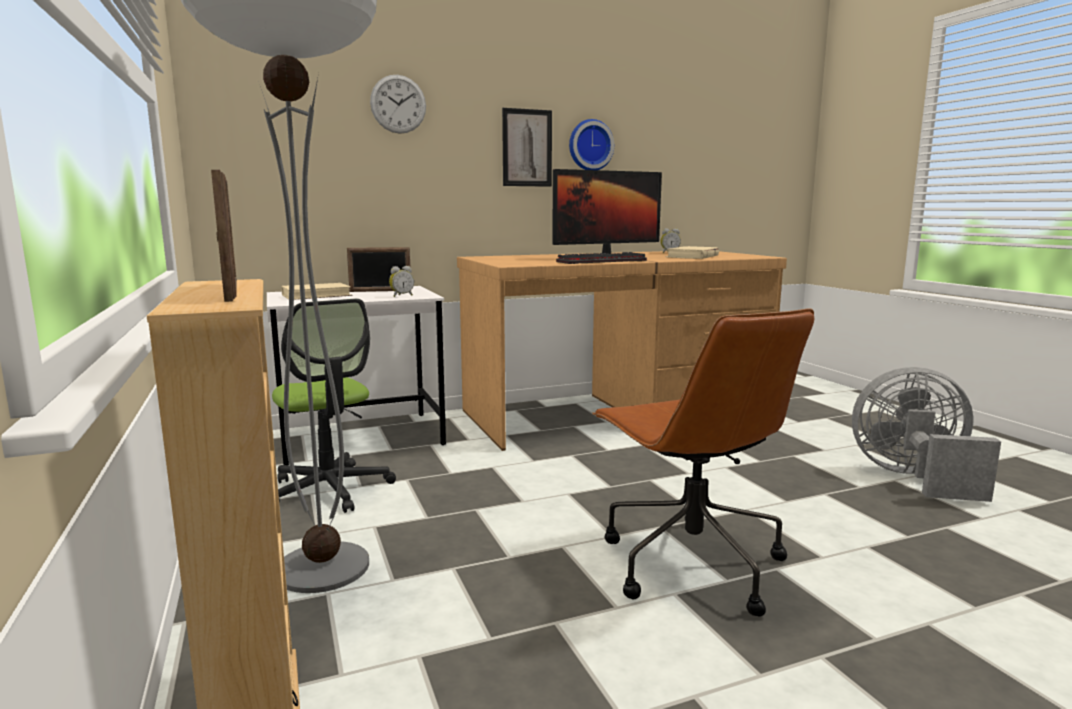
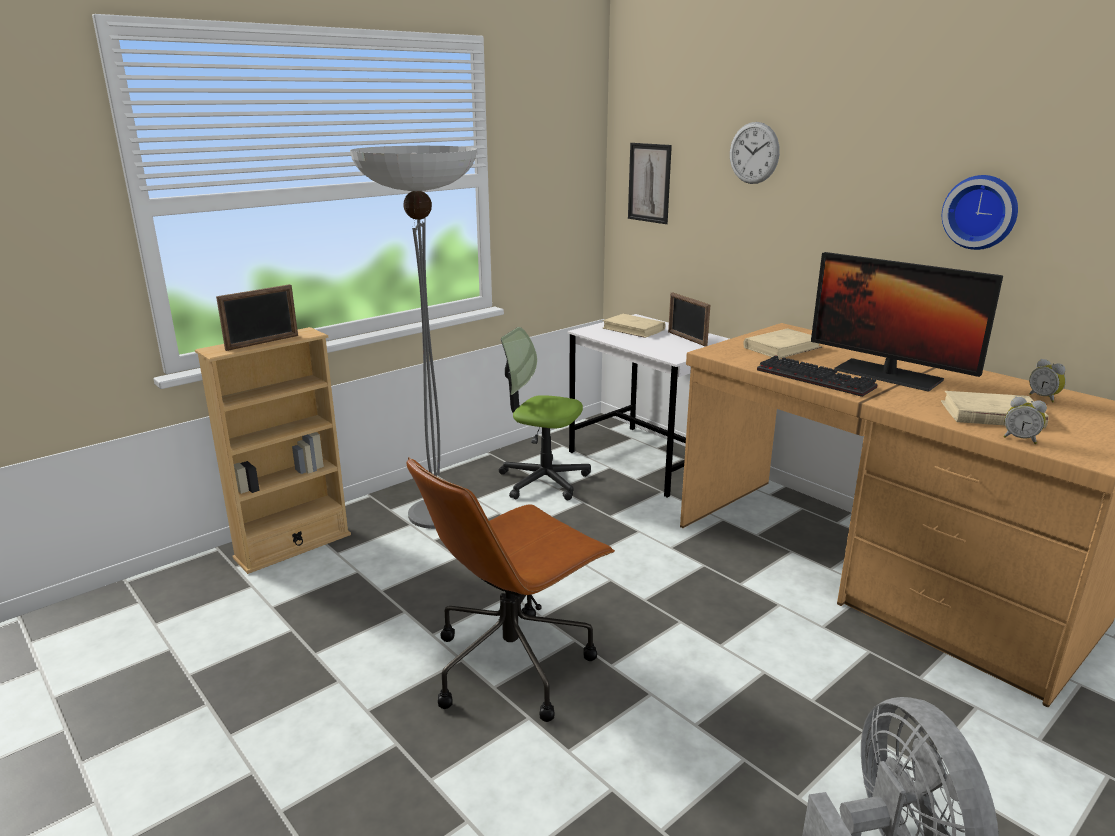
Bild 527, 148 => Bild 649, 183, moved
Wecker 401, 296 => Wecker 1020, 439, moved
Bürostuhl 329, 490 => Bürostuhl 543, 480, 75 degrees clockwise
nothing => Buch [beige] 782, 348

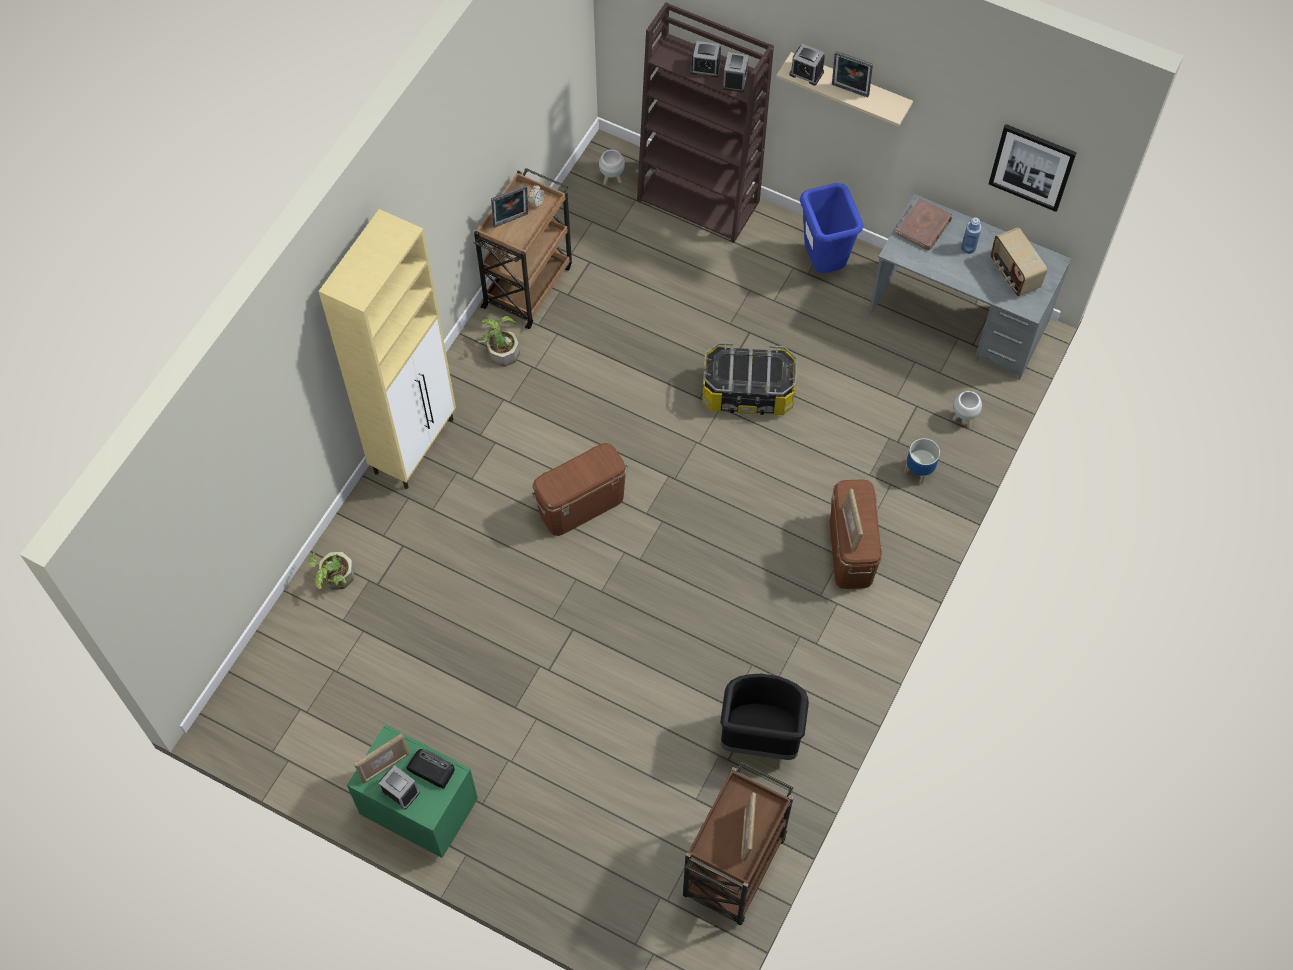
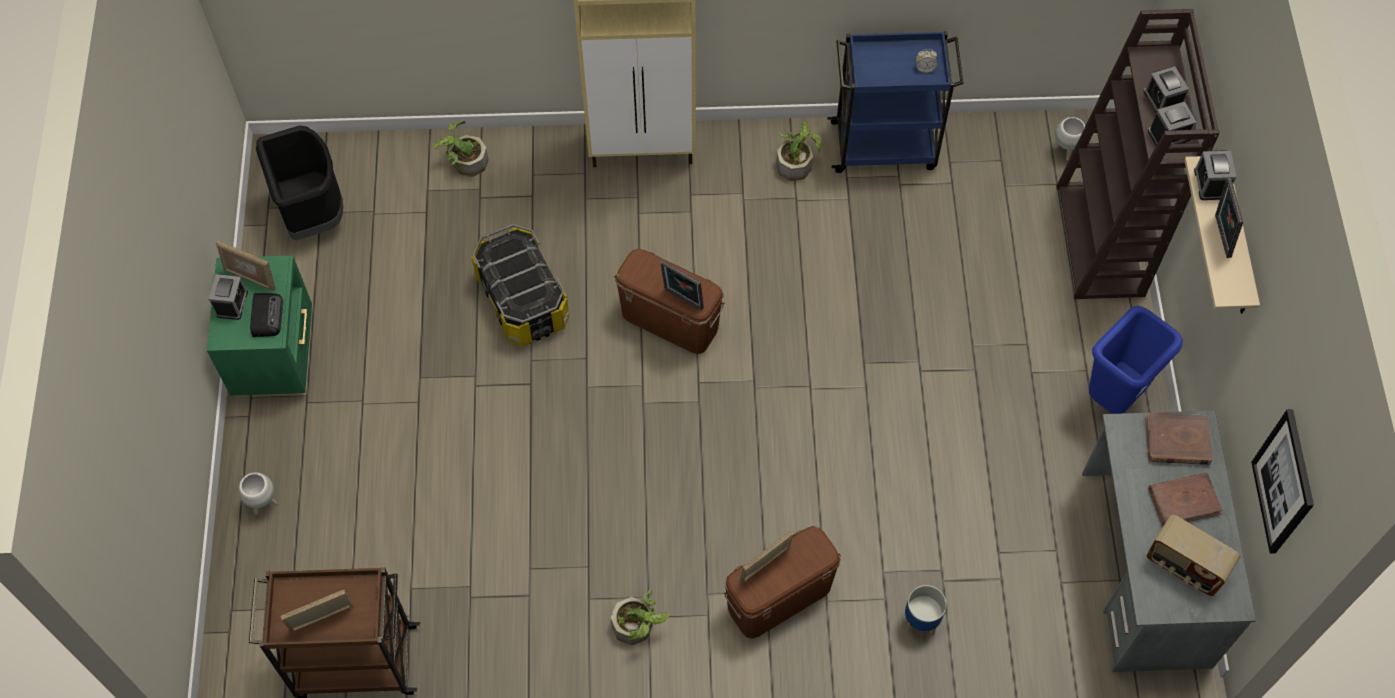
Rollwagen [braun] 528, 285 => Rollwagen [blau] 885, 145
Bilderrahmen 511, 221 => Bilderrahmen 682, 300, moved
Flasche [blau] 968, 247 => Buch [braun] 1184, 501
Radio 1013, 274 => Radio 1184, 566, 90 degrees counterclockwise
Aufbewahrungsbox 747, 393 => Aufbewahrungsbox 522, 300, moved
Pflanzkübel [weiß] 963, 419 => Pflanzkübel [weiß] 263, 503, moved
Mülleimer [schwarz] 759, 737 => Mülleimer [schwarz] 312, 213, moved
nothing => Topfpflanze 638, 627

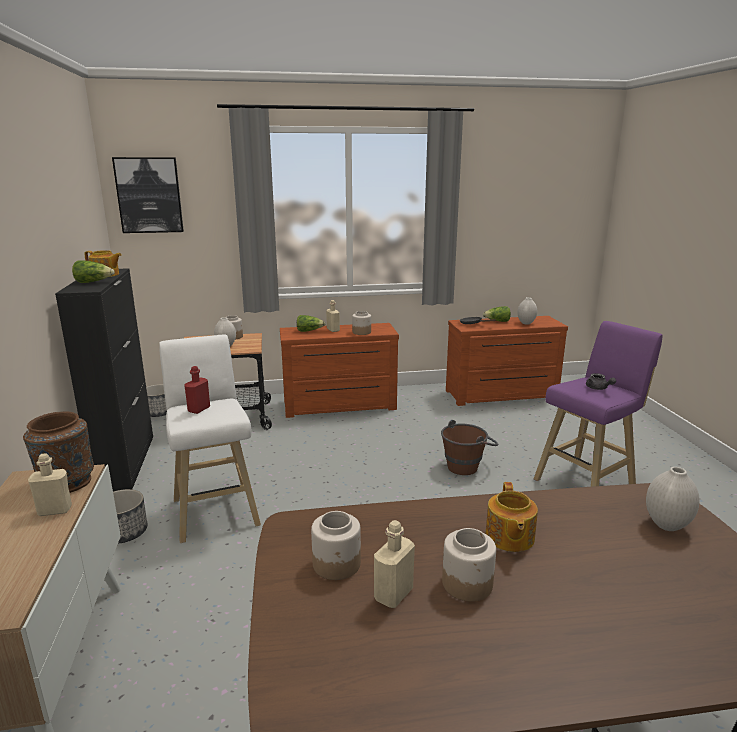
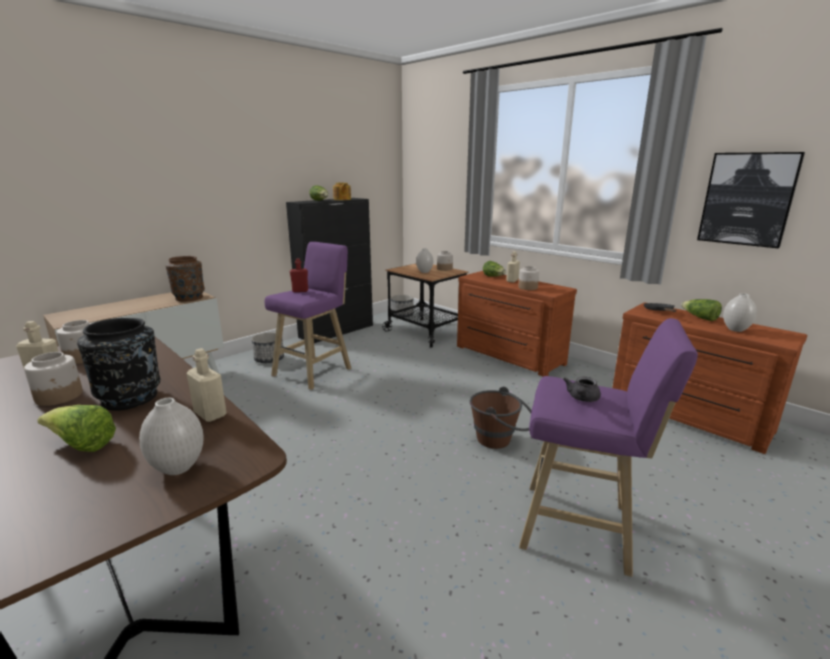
Bild 149, 195 => Bild 747, 199, moved
Hocker [weiß] 215, 509 => Hocker [lila] 315, 371
Flasche [beige] 55, 510 => Flasche [beige] 210, 414, moved
Teekanne 509, 537 => Vase [schwarz] 131, 398
nothing => Salatkopf 82, 445

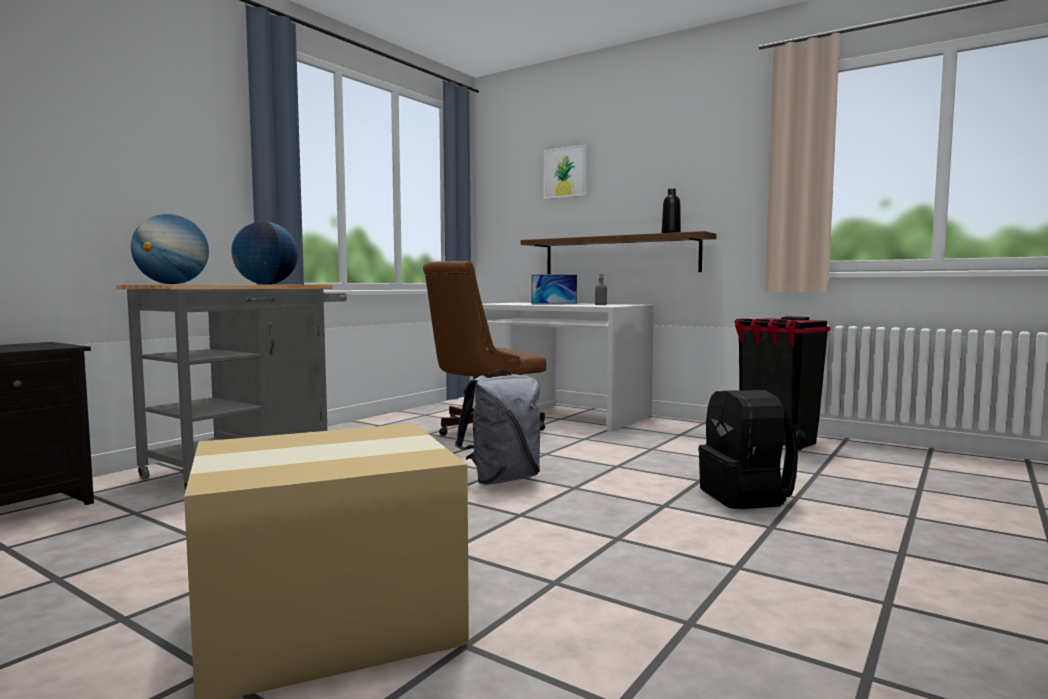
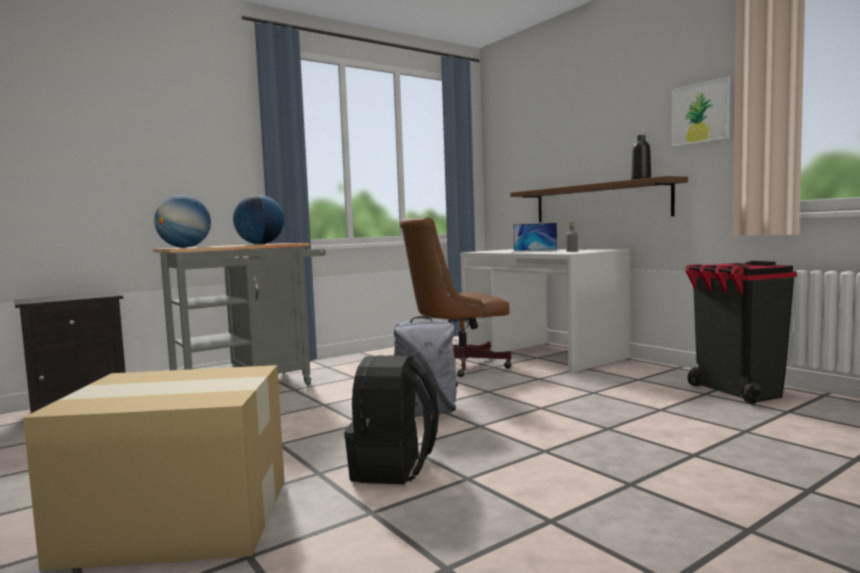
Bild 566, 172 => Bild 700, 113, moved
Rucksack [schwarz] 746, 497 => Rucksack [schwarz] 394, 469, moved

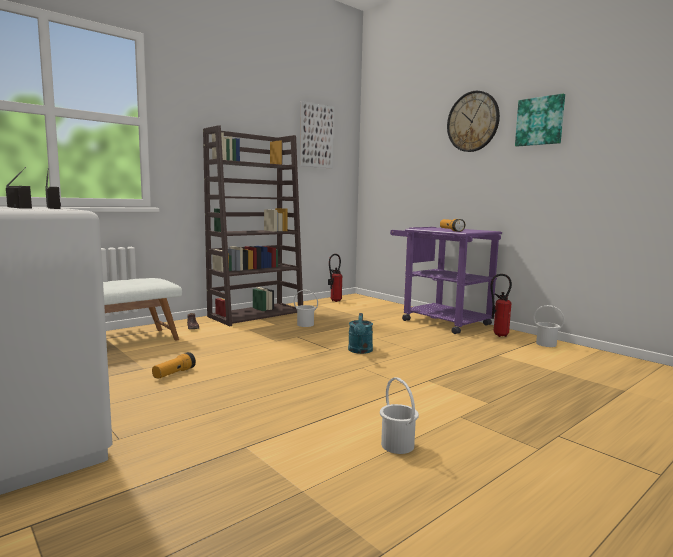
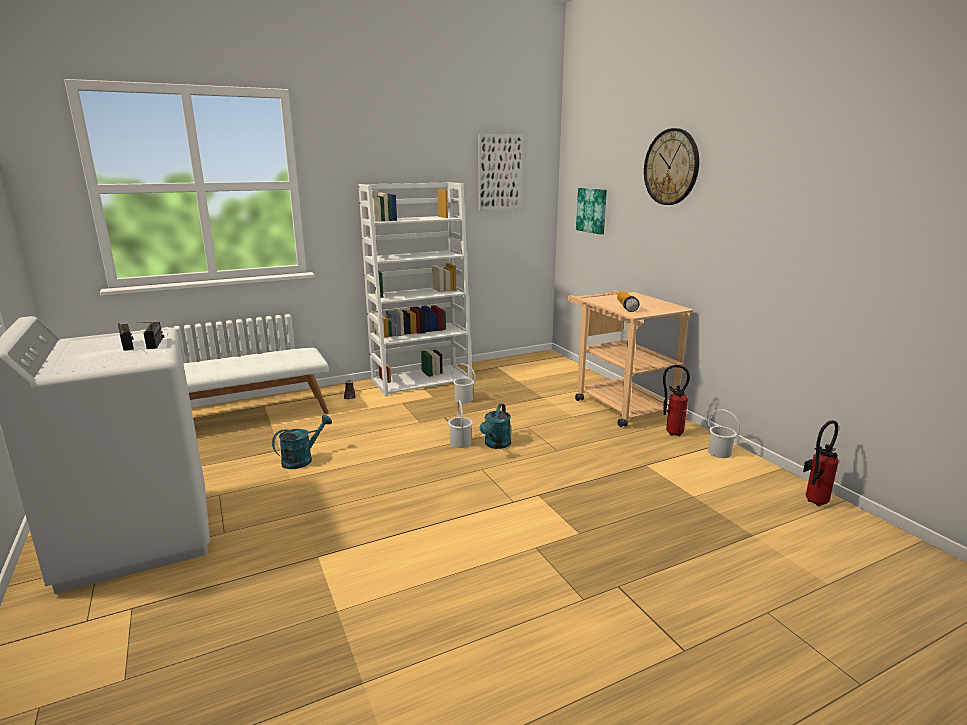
Bild 540, 121 => Bild 592, 210, moved
Bücherregal [braun] 256, 315 => Bücherregal [weiß] 422, 380
Rollwagen [lila] 439, 321 => Rollwagen [beige] 618, 404
Feuerlöscher 334, 301 => Feuerlöscher 812, 502, moved
Taschenlampe 174, 373 => Gießkanne [türkis] 302, 459
Eimer [weiß] 397, 445 => Eimer [weiß] 460, 443, moved

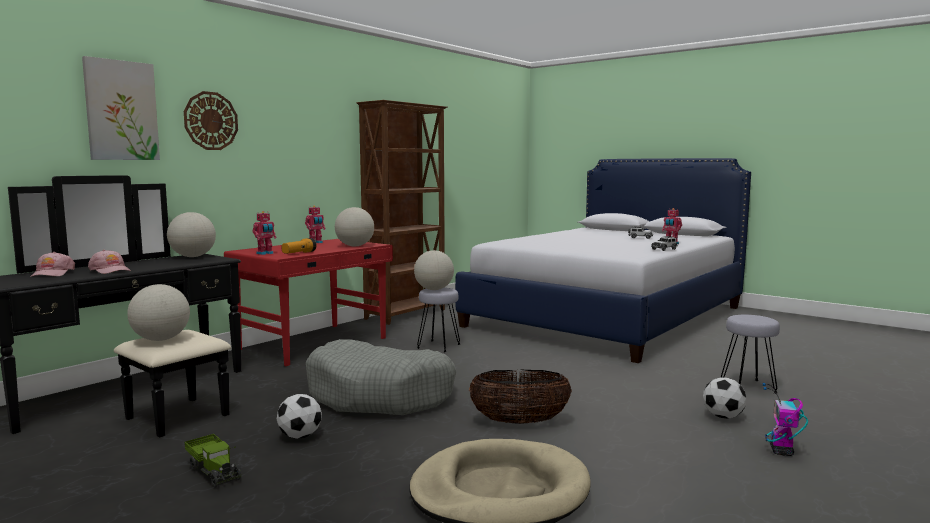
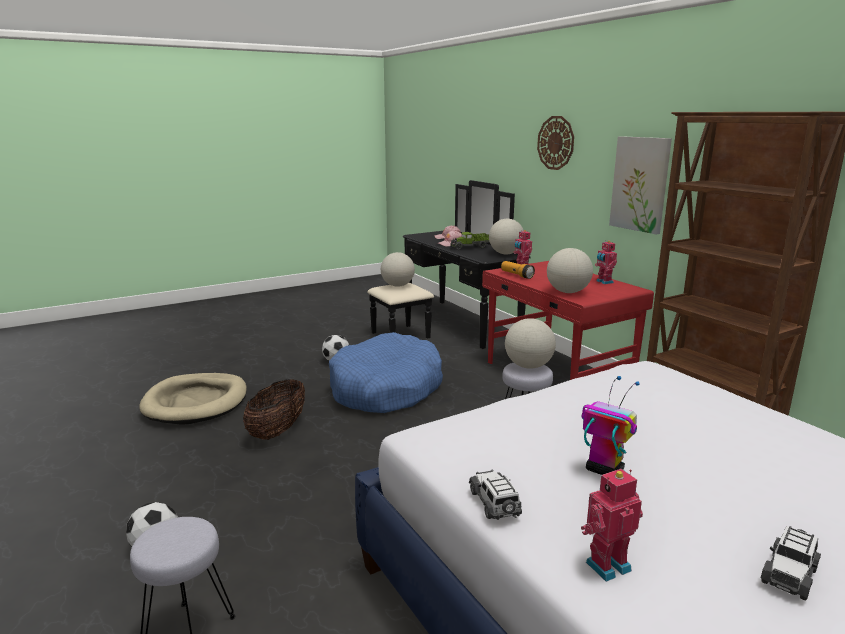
Bild 121, 110 => Bild 640, 184, moved
Hundebett [grau] 381, 396 => Hundebett [blau] 386, 389
Spielzeugroboter 781, 451 => Spielzeugroboter 603, 470, moved
Spielzeuglaster 214, 471 => Spielzeuglaster 470, 247, moved

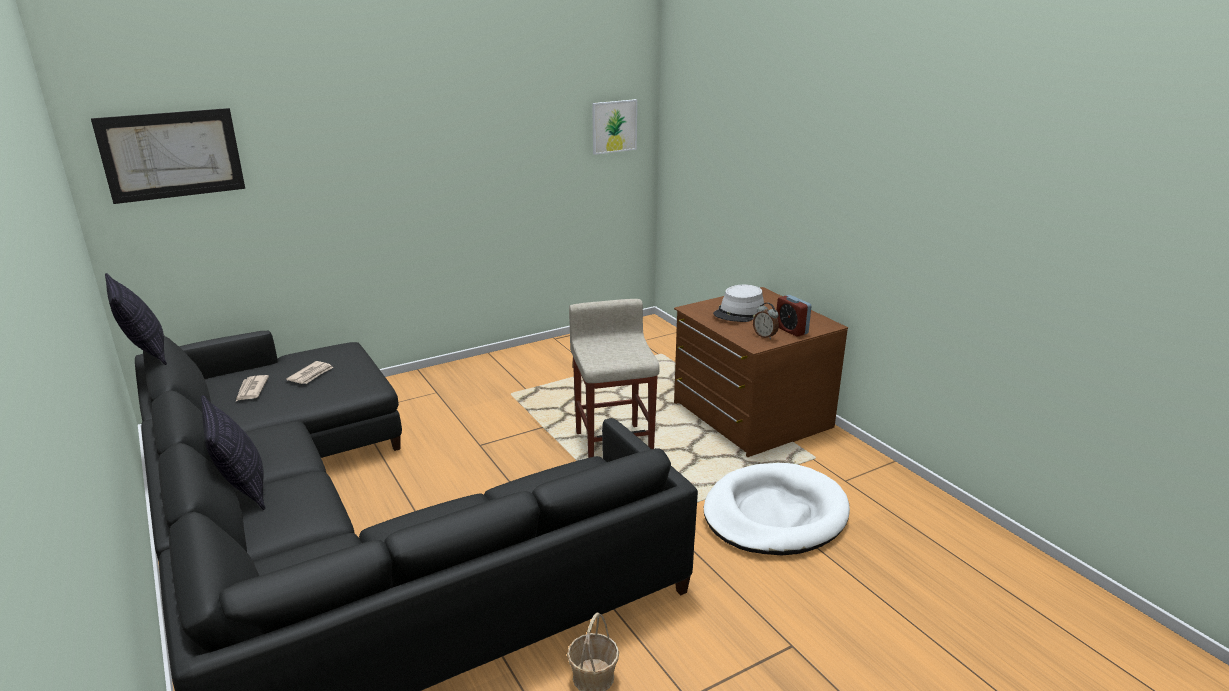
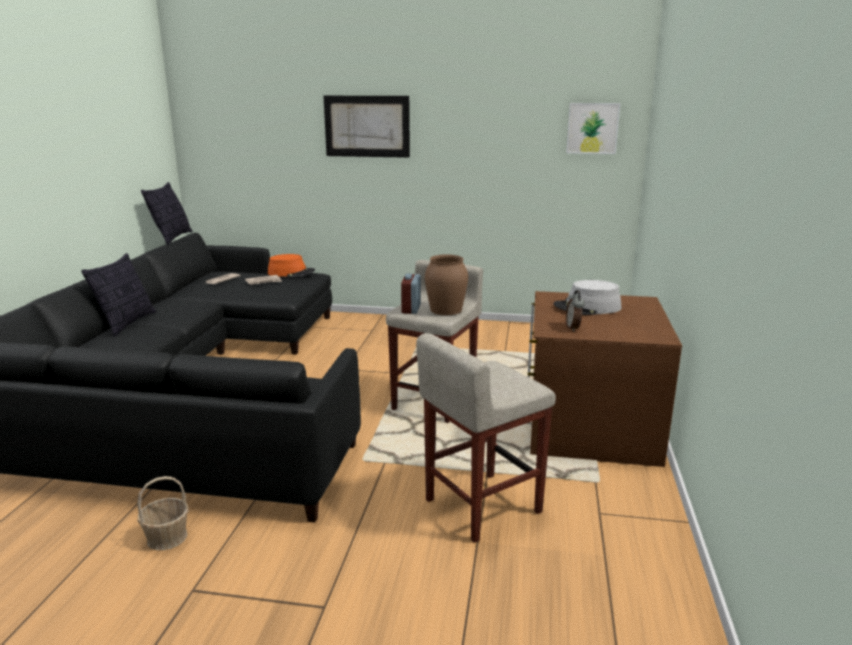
Bild 172, 155 => Bild 367, 126, moved
Wecker 791, 330 => Wecker 411, 309, moved
Hundebett [weiß] 774, 514 => Hocker [beige] 481, 506
nothing => Hut [orange] 291, 272
nothing => Vase [braun] 446, 310

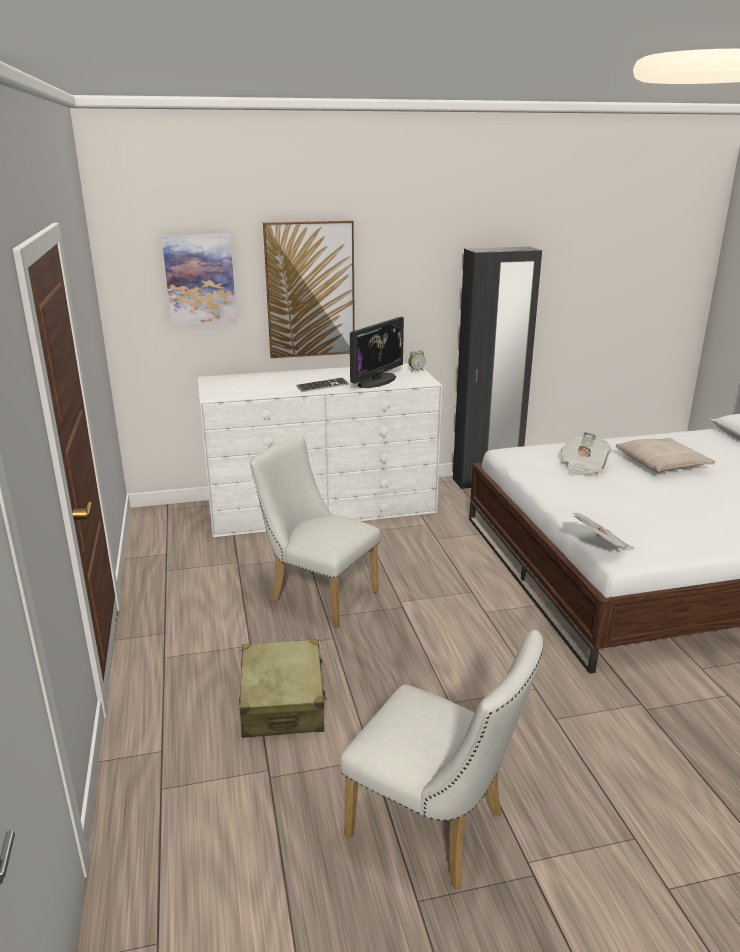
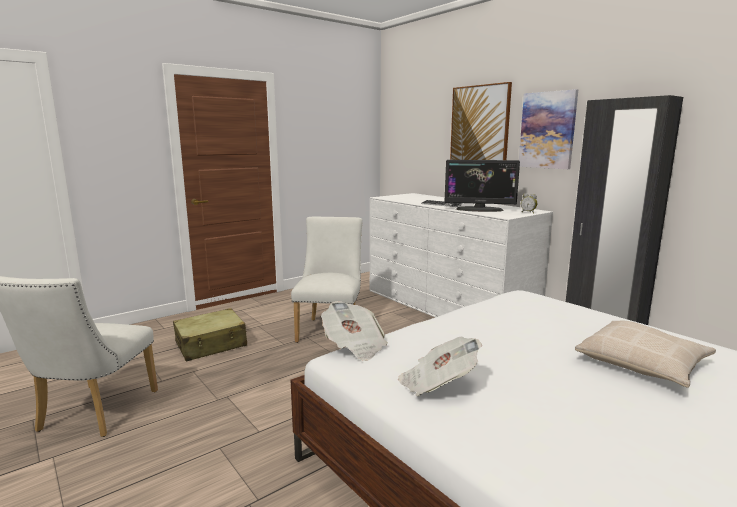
Bild 200, 280 => Bild 547, 130, moved
Zeitung 583, 467 => Zeitung 437, 384, moved

